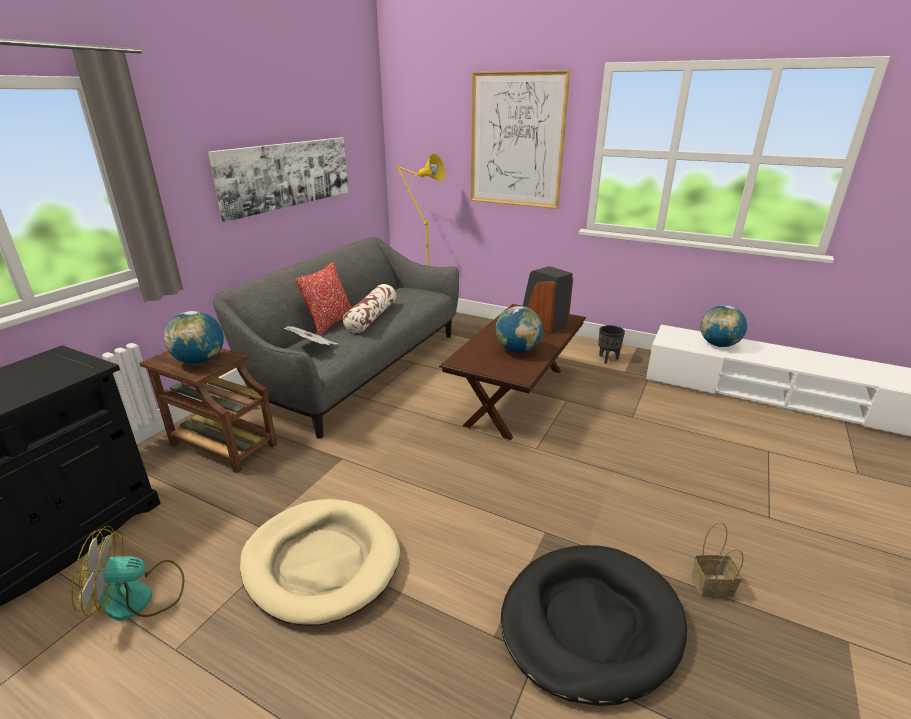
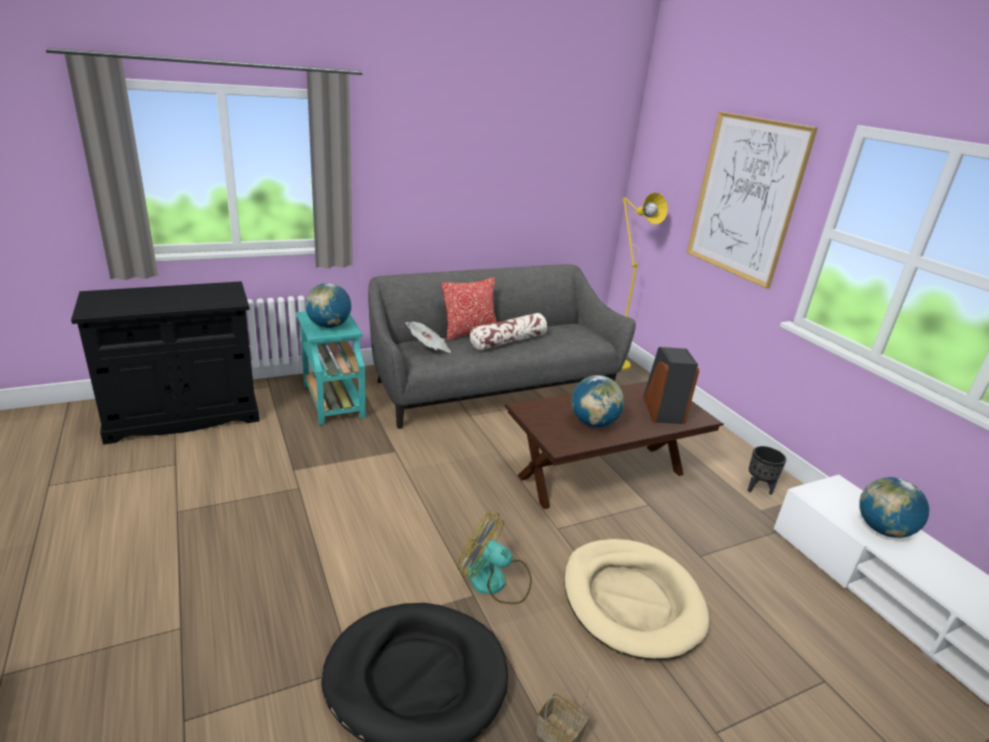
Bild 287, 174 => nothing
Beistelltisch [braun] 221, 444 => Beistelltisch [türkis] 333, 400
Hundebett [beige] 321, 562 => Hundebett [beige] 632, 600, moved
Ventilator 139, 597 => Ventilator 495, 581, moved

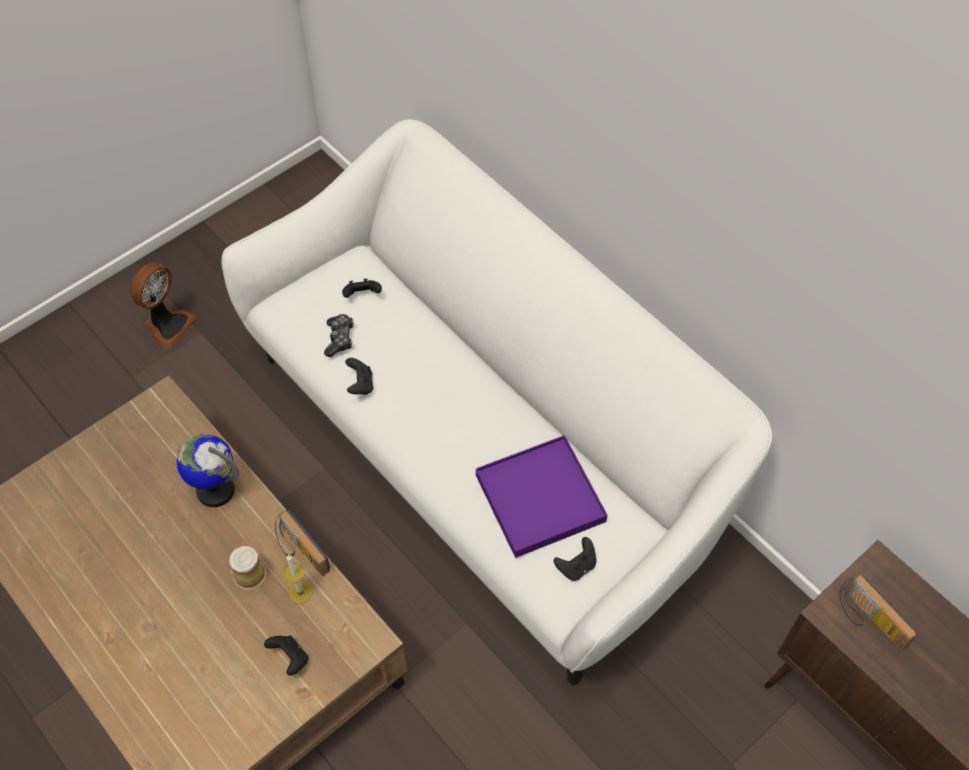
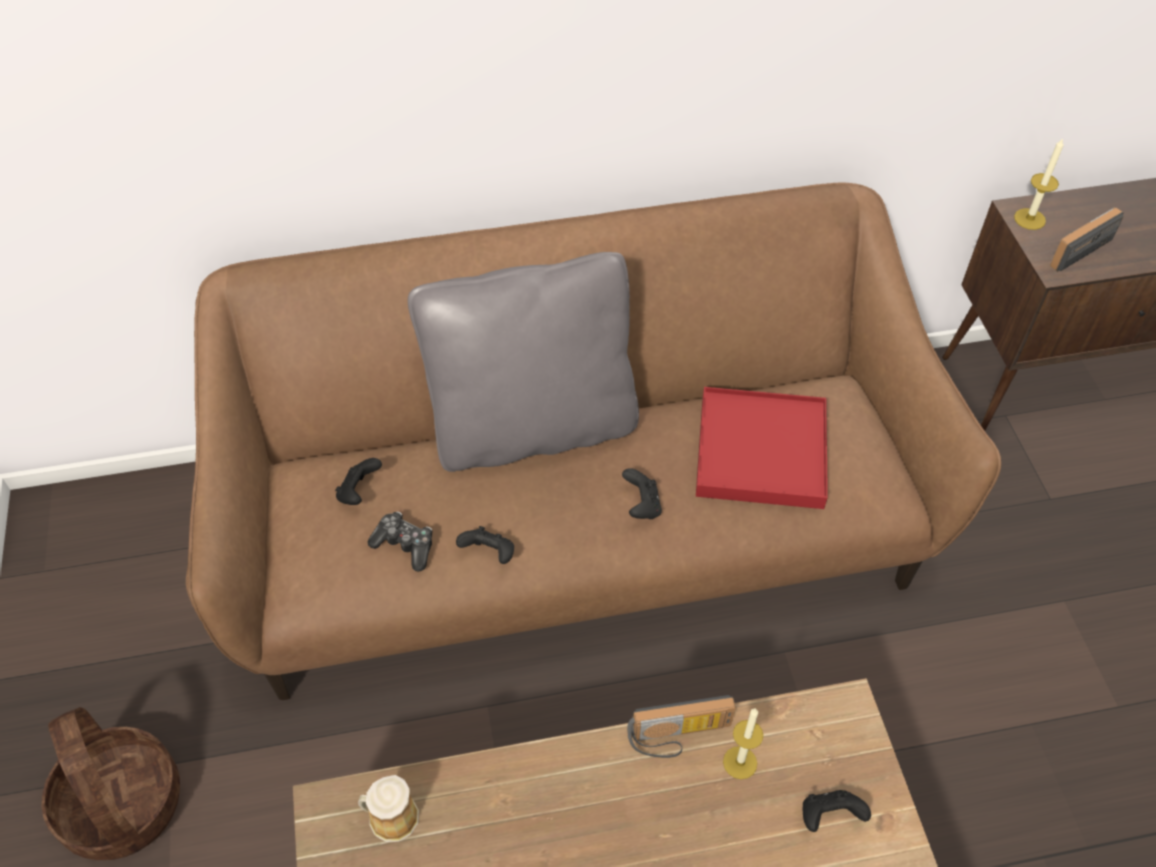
Sofa [weiß] 484, 452 => Sofa [braun] 578, 530
Ventilator 168, 325 => Korb 121, 804
Globus 215, 490 => nothing
Tablett [lila] 540, 498 => Tablett [rot] 761, 451
Gamepad [schwarz] 576, 566 => Gamepad [schwarz] 641, 506, moved
Henkelbecher 249, 572 => Henkelbecher 390, 817, moved
Radio 868, 621 => Radio 1076, 247, 150 degrees clockwise
nothing => Kerze 1029, 219
nothing => Kissen [grau] 533, 427

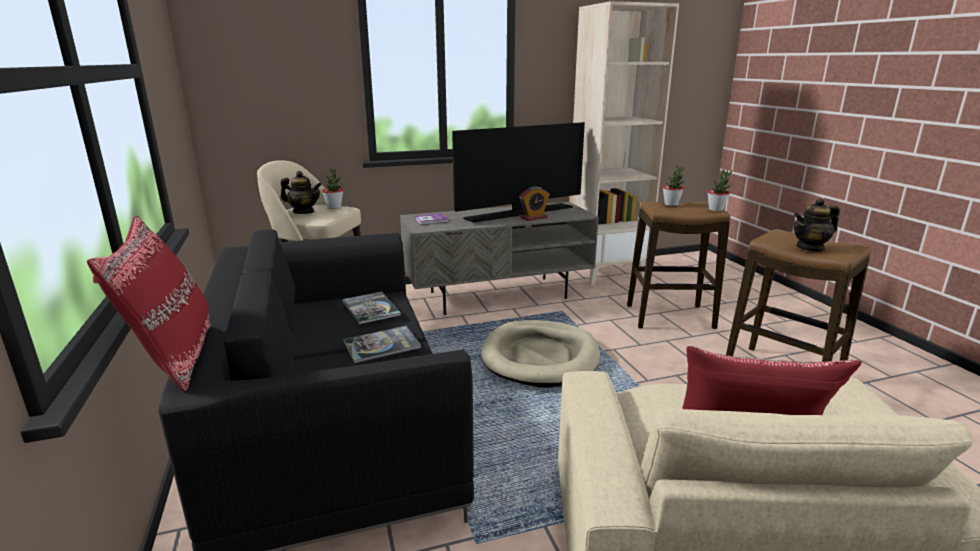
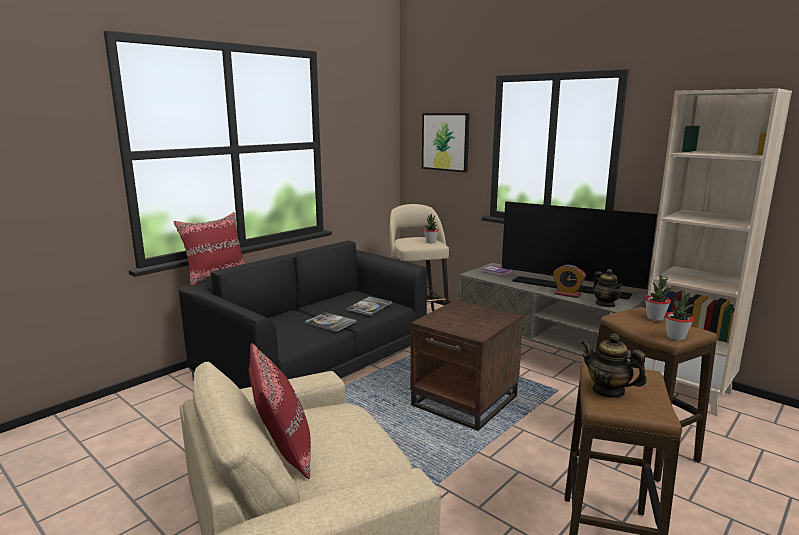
Teekanne 303, 212 => Teekanne 605, 304, moved
Hundebett [beige] 540, 357 => Beistelltisch [braun] 465, 401
nothing => Bild 445, 142

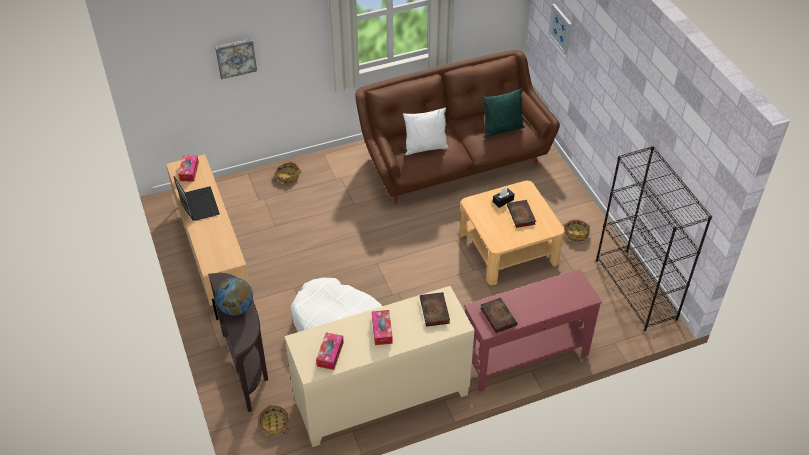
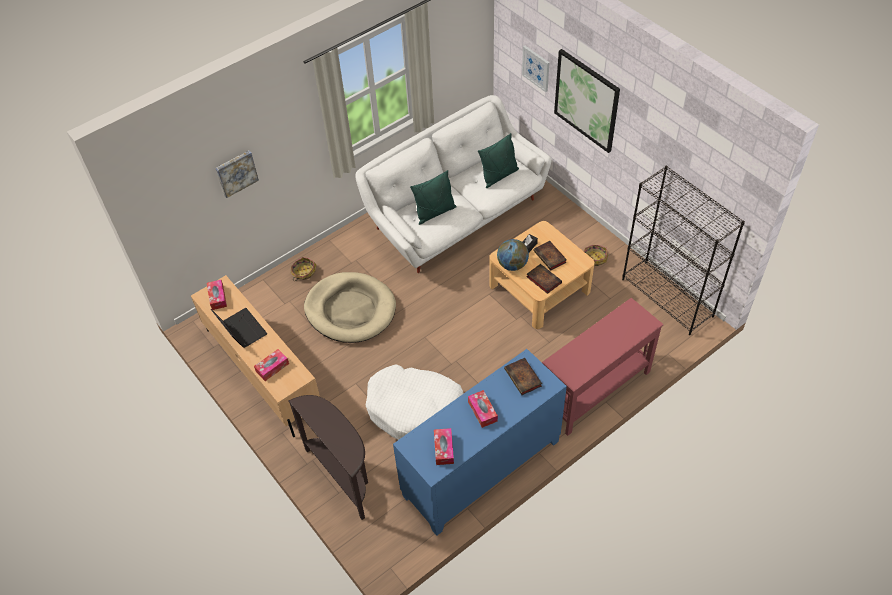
Sofa [braun] 454, 160 => Sofa [weiß] 456, 215
Kissen [weiß] 425, 148 => Kissen [grün] 435, 212
Globus 236, 308 => Globus 512, 265, moved
Schrank [beige] 381, 399 => Schrank [blau] 482, 469
Buch 497, 316 => Buch 543, 279, moved
Korb 274, 424 => nothing
nothing => Bild 586, 100
nothing => Hundebett [beige] 350, 310
nothing => Taschentuchbox 272, 367

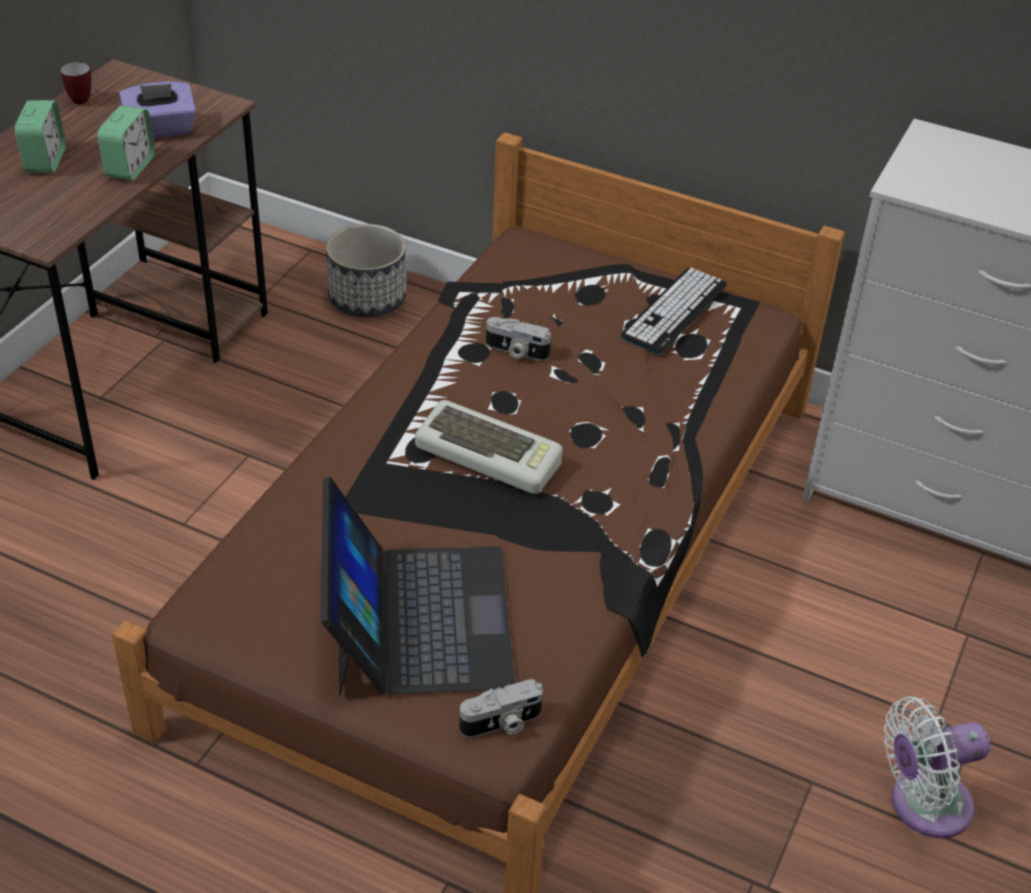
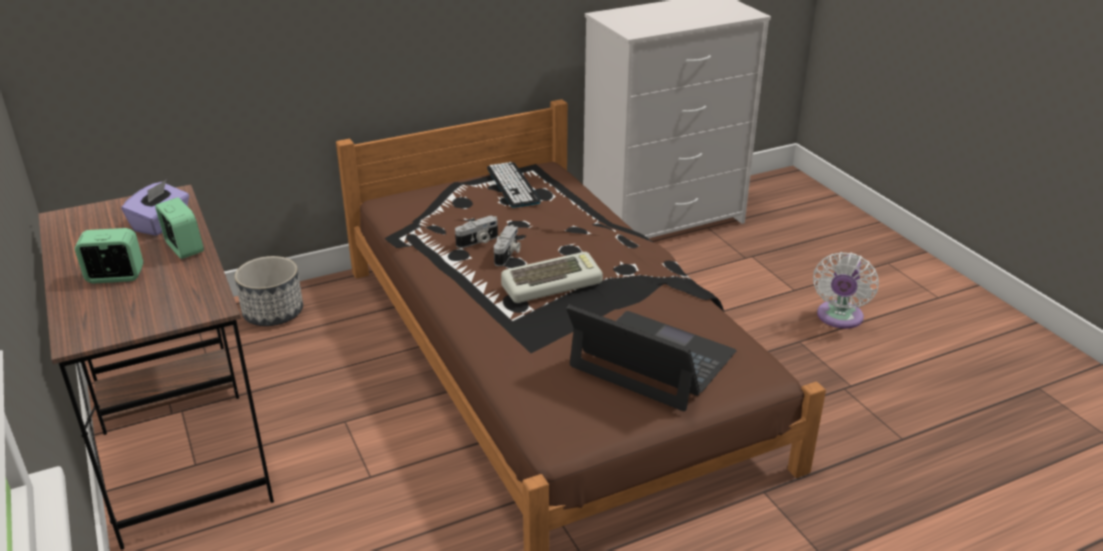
Henkelbecher 79, 99 => nothing
Wecker 45, 160 => Wecker 115, 277, 45 degrees counterclockwise
Kamera 502, 724 => Kamera 508, 254, moved

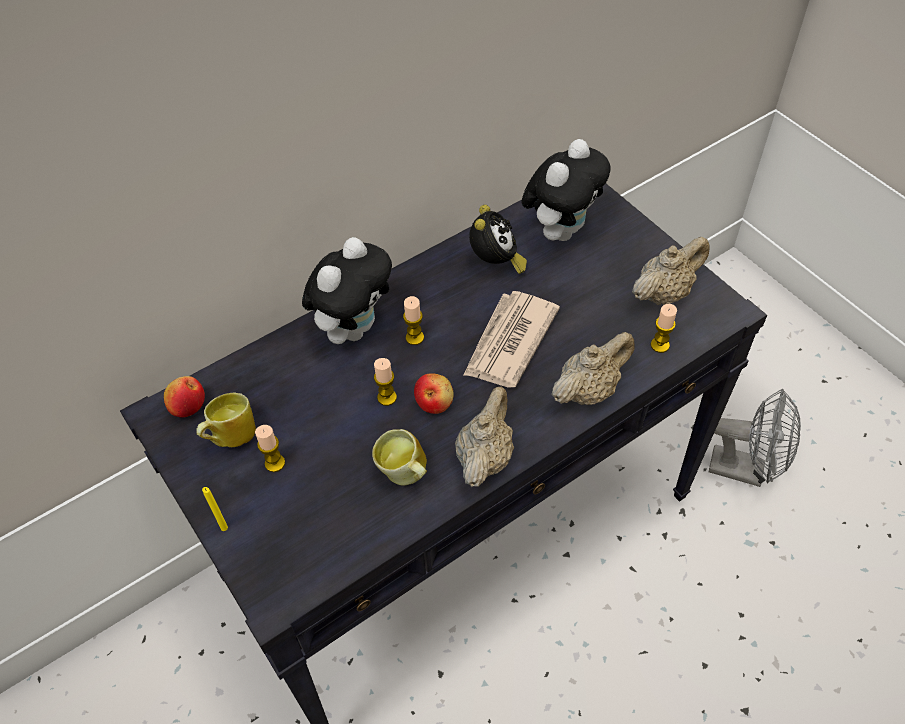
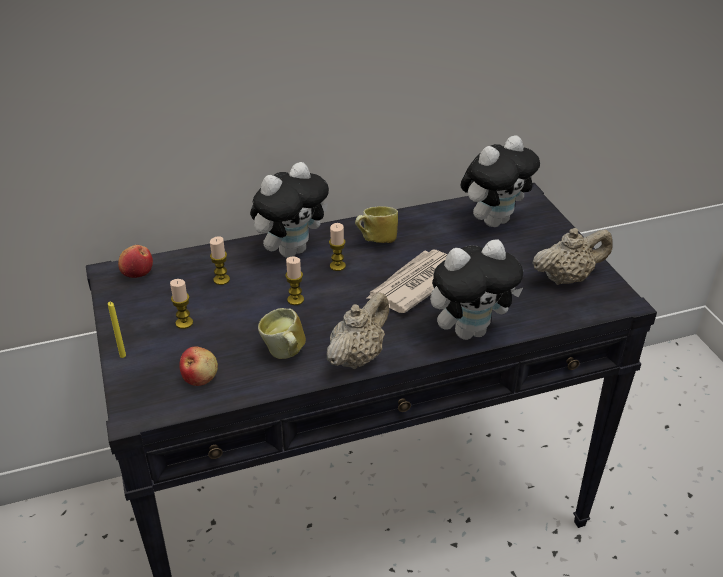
Wecker 496, 263 => nothing
Kerze 660, 345 => Kerze 221, 280, moved
Teekanne [beige] 589, 390 => Plüschtier 470, 330
Apfel 434, 402 => Apfel 200, 377, moved
Ventilator [grau] 746, 469 => nothing
Henkelbecher 230, 437 => Henkelbecher 375, 241, moved

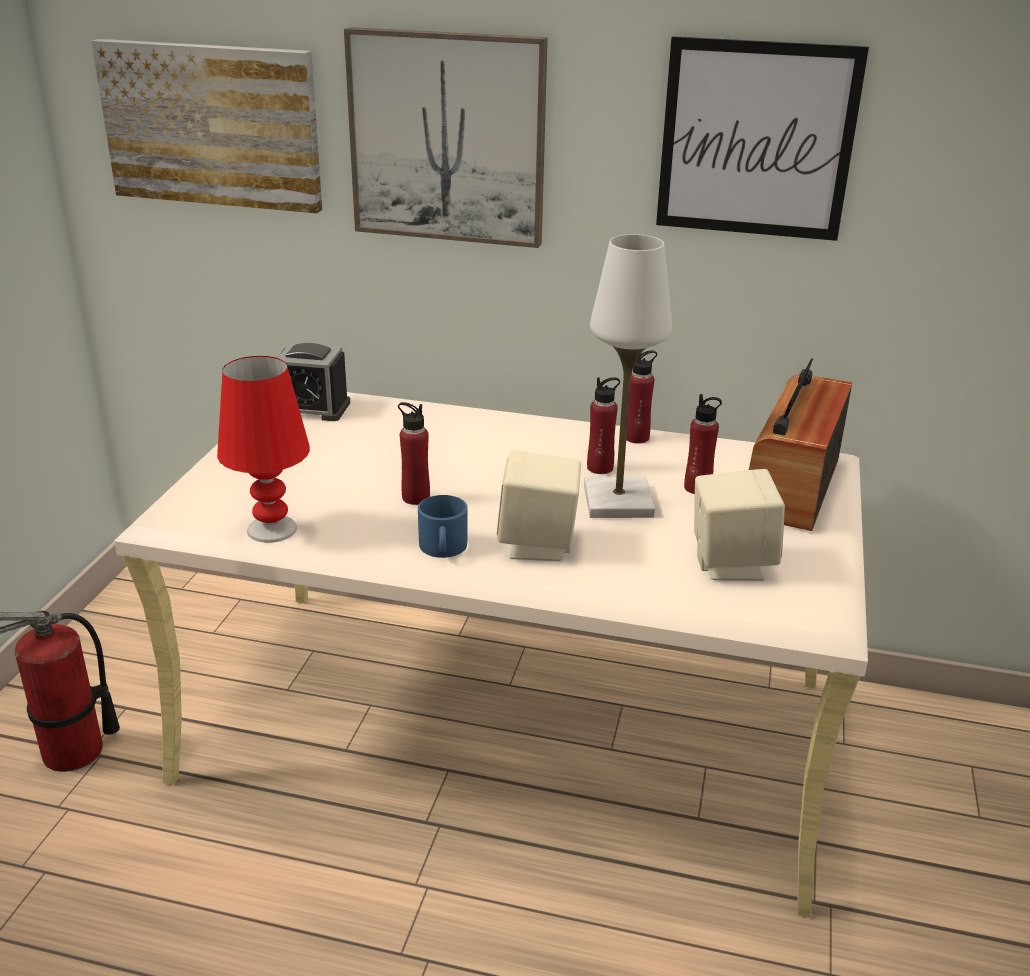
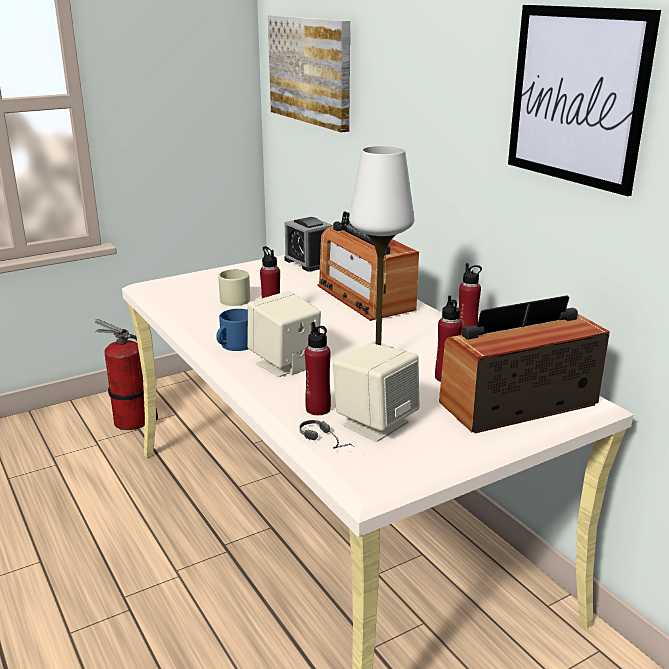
Bild 448, 138 => nothing
Tischlampe [rot] 271, 529 => nothing
Flasche [rot] 600, 468 => Flasche [rot] 318, 409, moved
nothing => Radio 365, 297
nothing => Henkelbecher [beige] 236, 298
nothing => Kopfhörer 331, 443

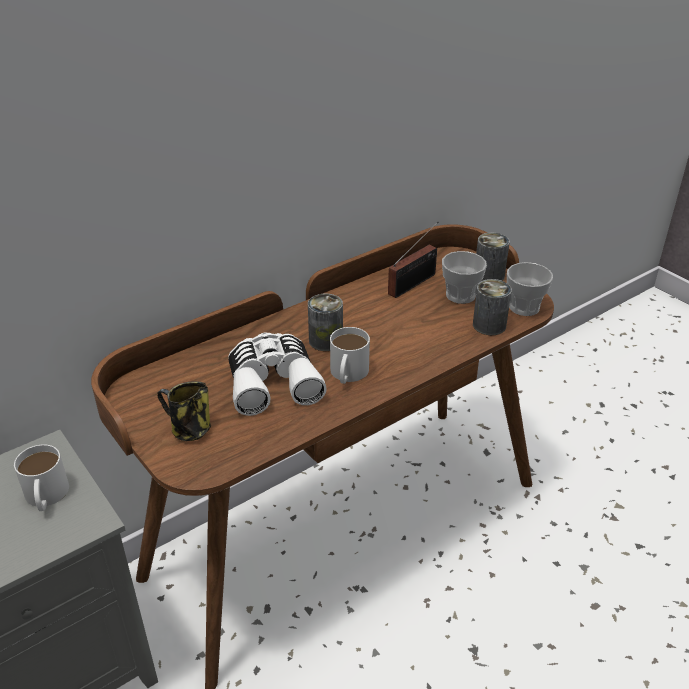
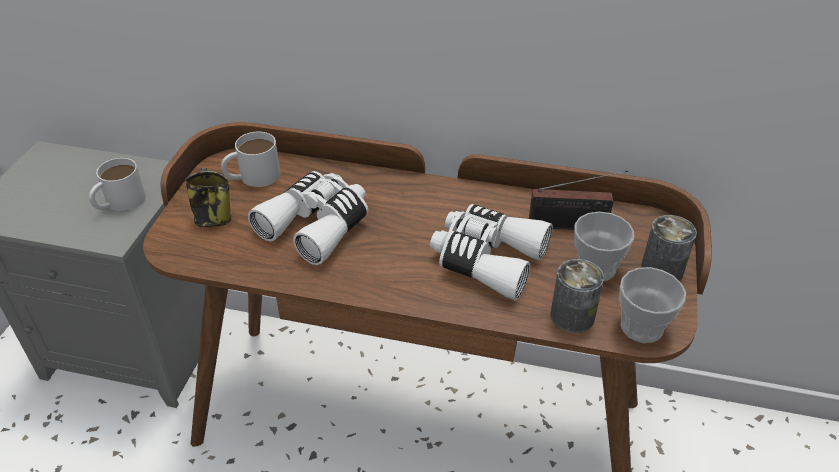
Dose 325, 340 => nothing
Henkelbecher [weiß] 347, 374 => Henkelbecher [weiß] 252, 177, moved
nothing => Fernglas [weiß] 487, 259

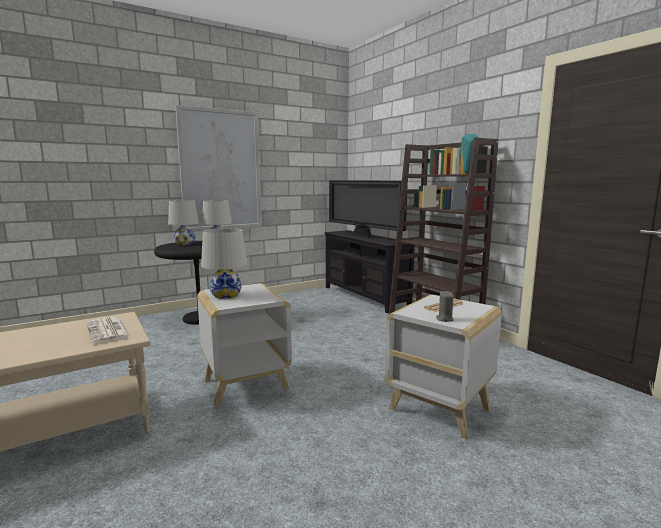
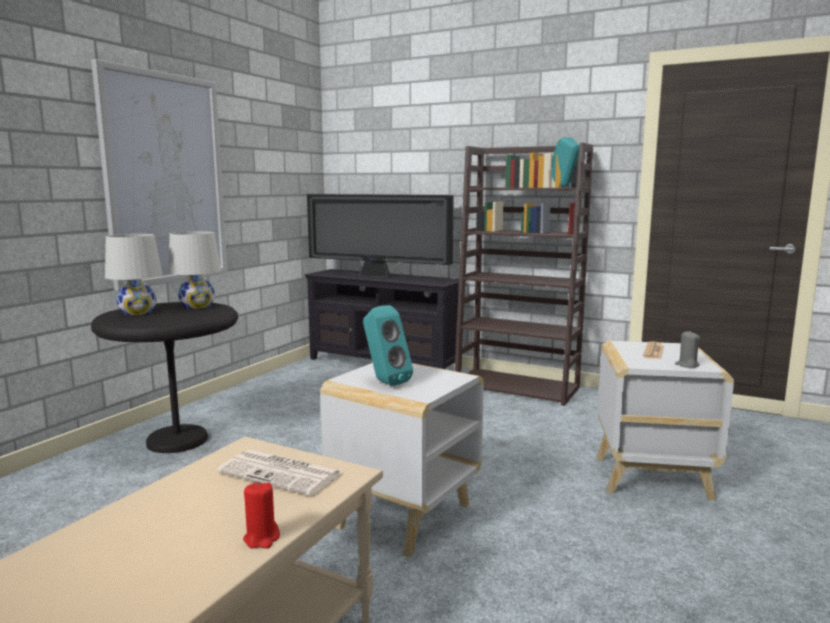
Tischlampe [weiß] 226, 295 => Lautsprecher [türkis] 384, 382
nothing => Kerze [rot] 262, 538

